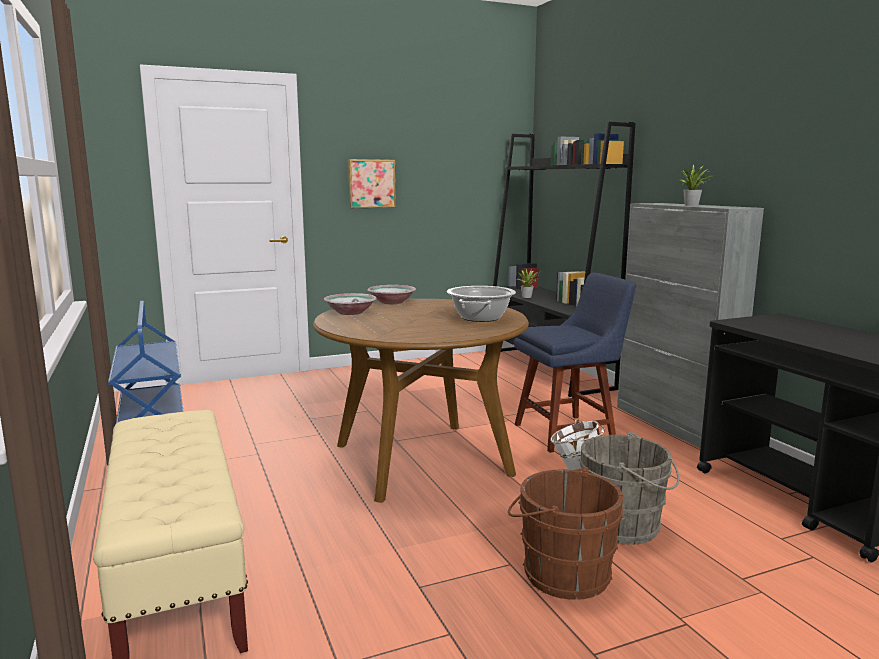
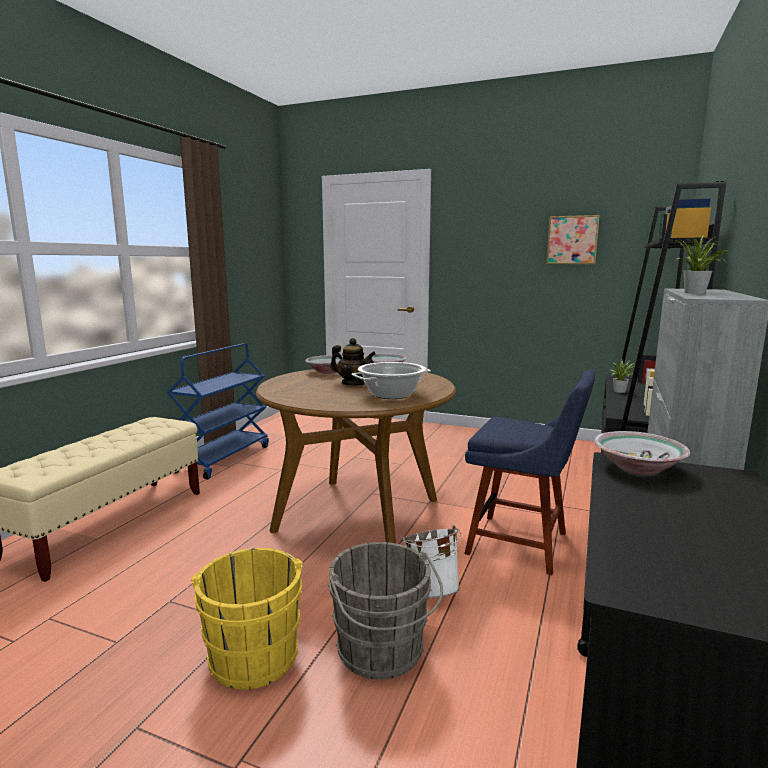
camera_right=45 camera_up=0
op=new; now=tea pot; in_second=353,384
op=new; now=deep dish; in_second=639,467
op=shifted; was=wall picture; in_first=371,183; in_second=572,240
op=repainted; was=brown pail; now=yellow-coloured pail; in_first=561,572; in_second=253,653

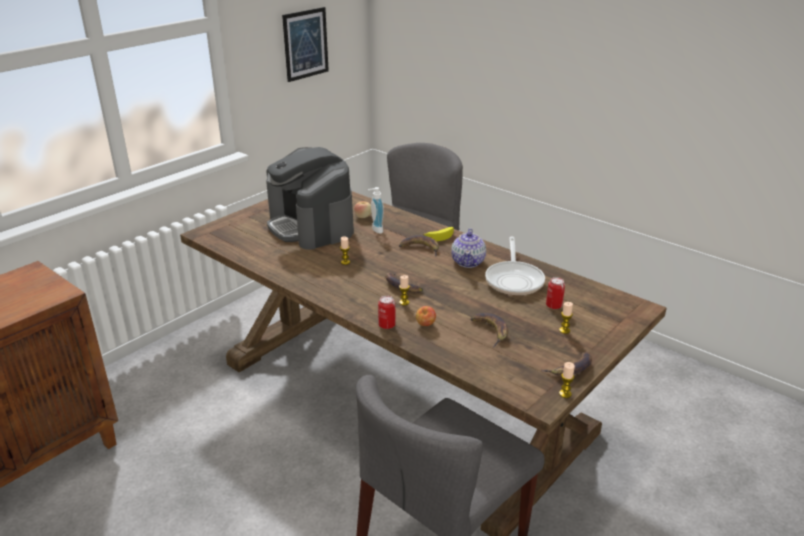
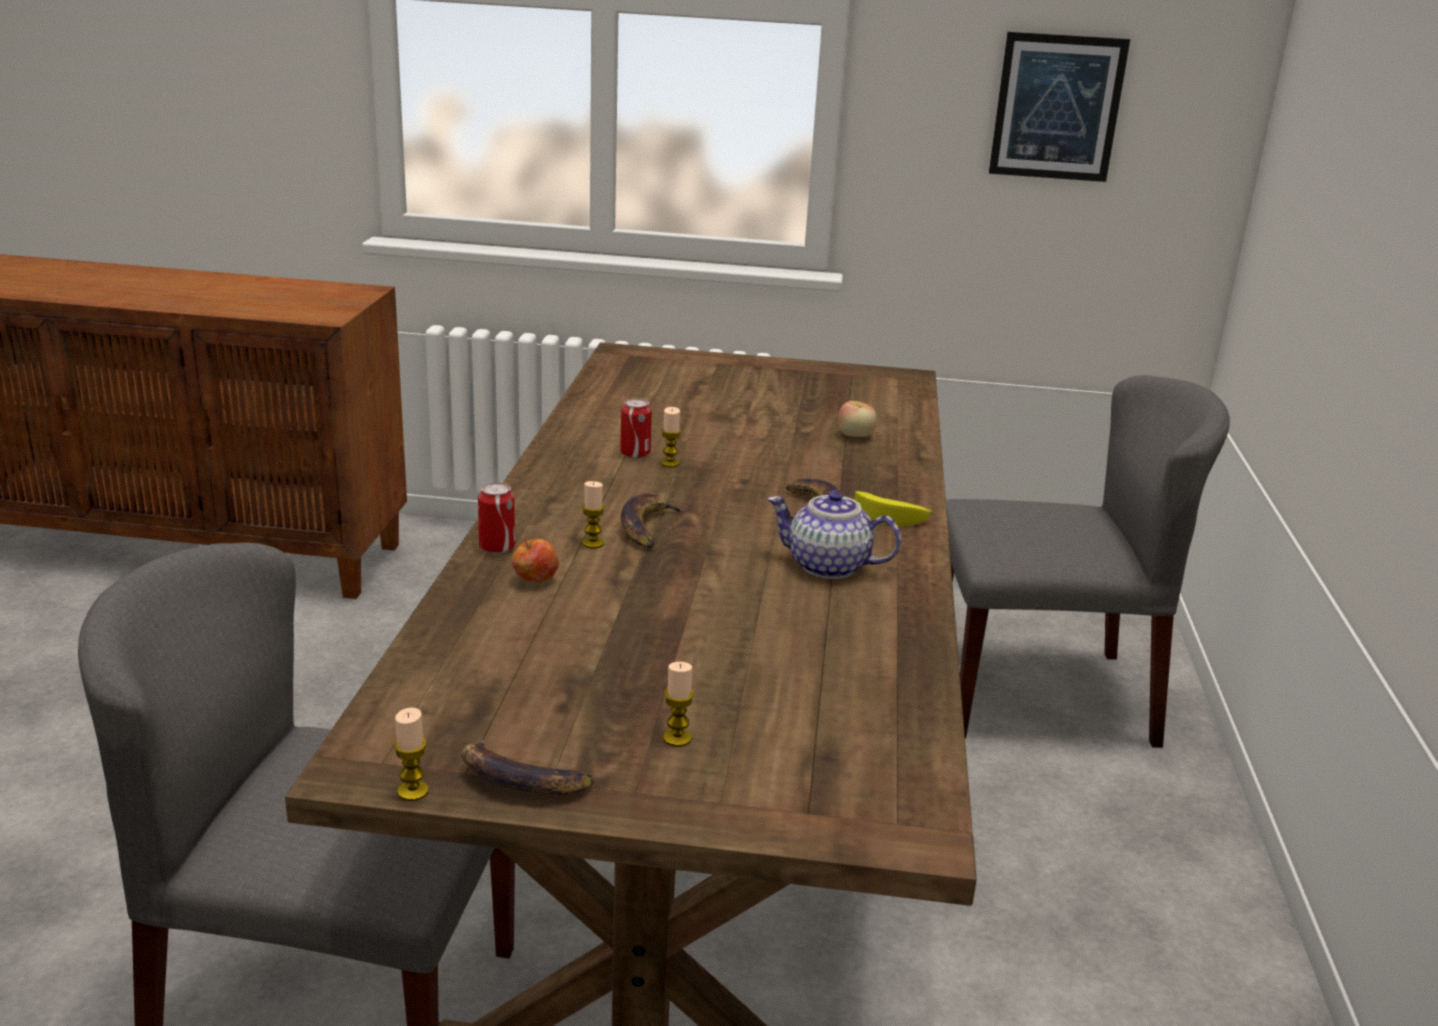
camera_right=55 camera_up=-5
op=gone; was=coffee machine; in_first=311,226
op=gone; was=liquid soap bottle; in_first=375,230
op=gone; was=whole banana; in_first=490,331
op=gone; was=skillet; in_first=514,280
op=shifted; was=metal can; in_first=554,306; in_second=635,454
op=rotated; was=tea pot; in_first=468,262; in_second=829,566; clockwise=45

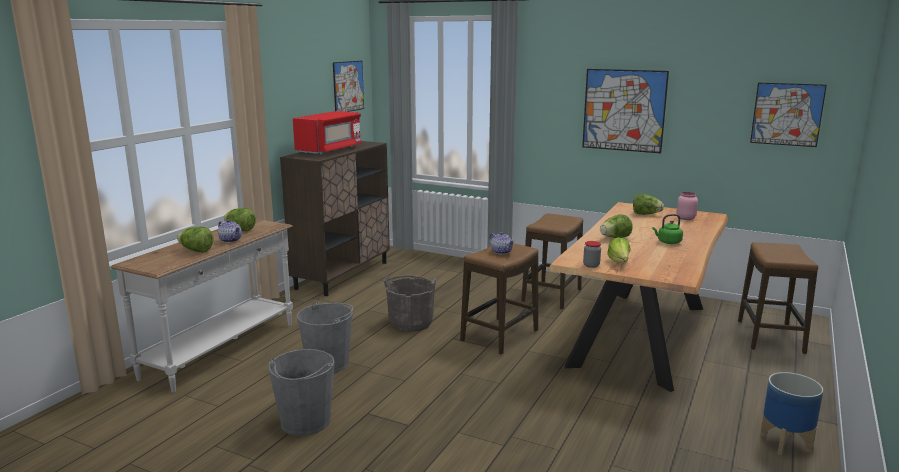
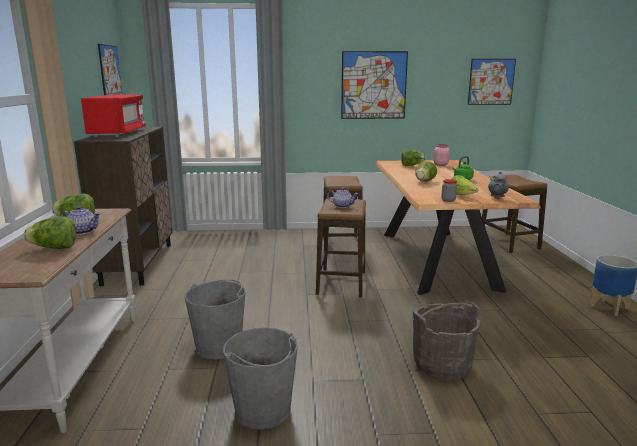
camera_right=-30 camera_up=0
op=new; now=tea pot; in_second=496,198
op=shifted; was=greyish pail; in_first=411,323; in_second=442,364

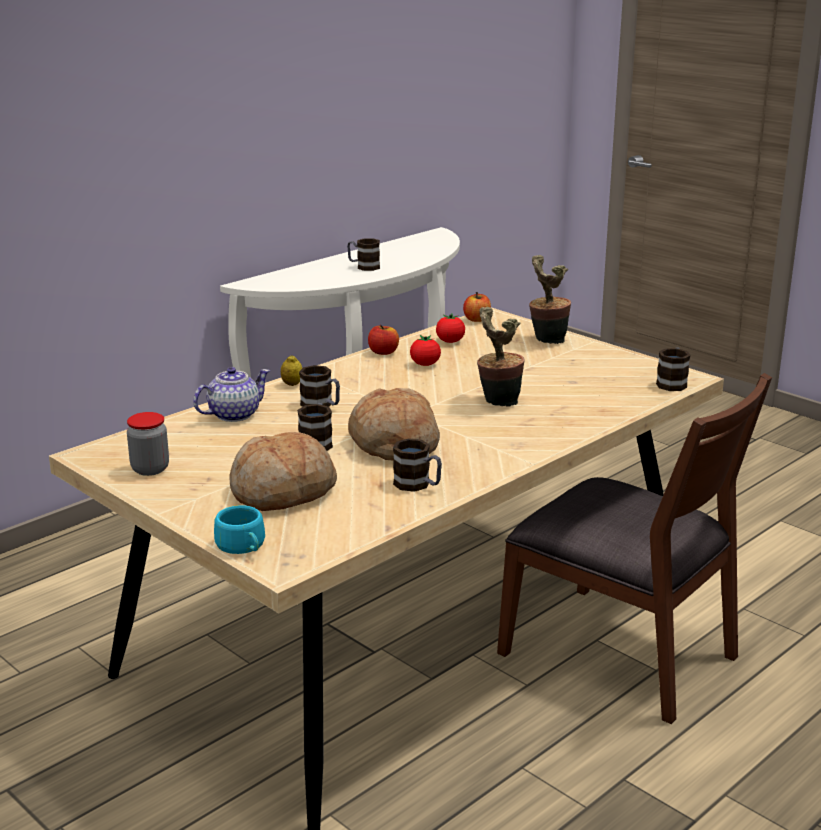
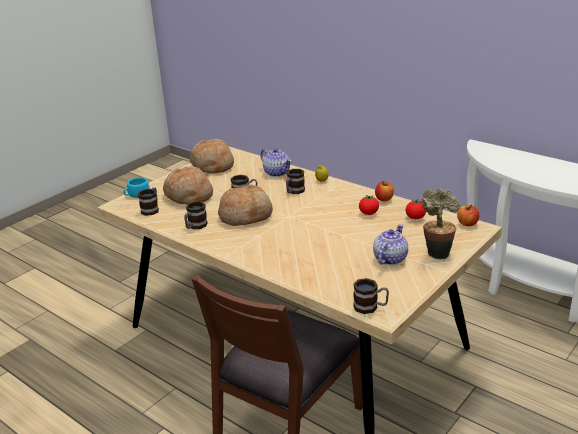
camera_right=85 camera_up=5
op=gone; was=plant in a pot; in_first=497,402
op=new; now=tea pot; in_second=389,259
op=shifted; was=tea mug; in_first=363,266; in_second=151,209
op=swapped; was=storage jar; now=baked bread; in_first=150,469; in_second=212,165

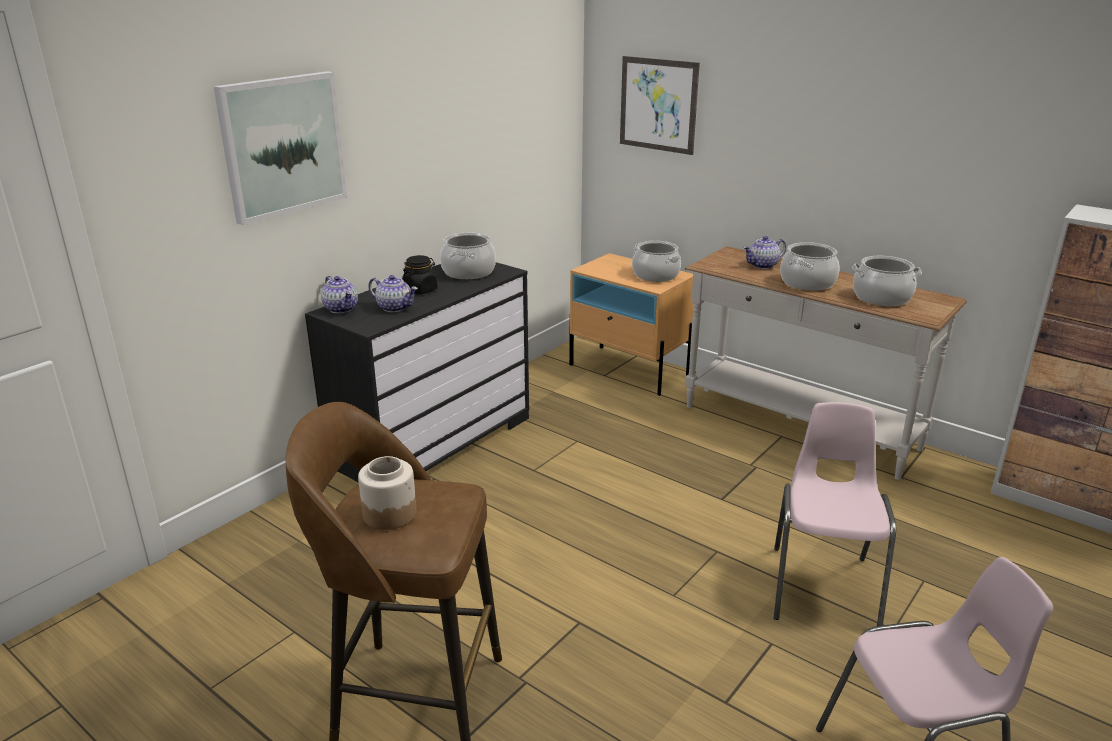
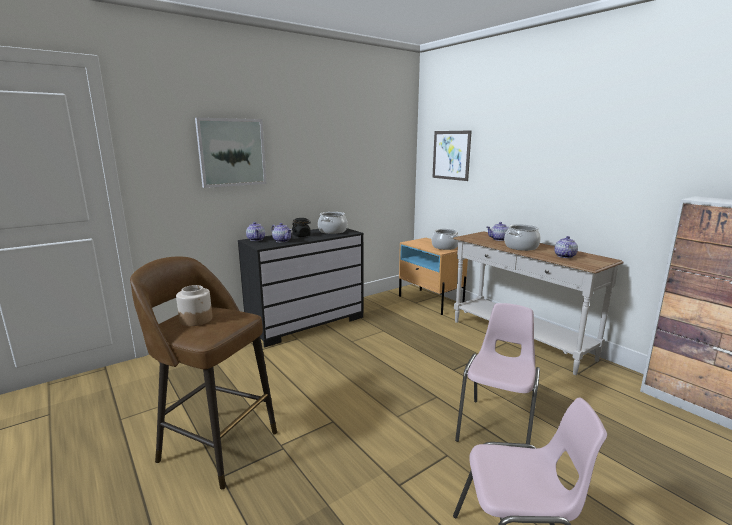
camera_right=15 camera_up=-10
op=swapped; was=cooking pot; now=tea pot; in_first=881,298; in_second=564,256

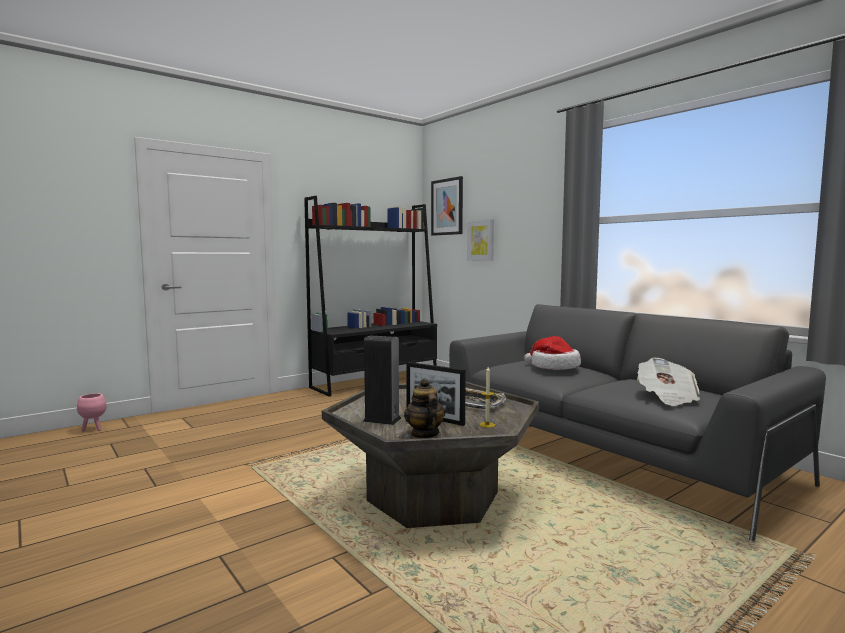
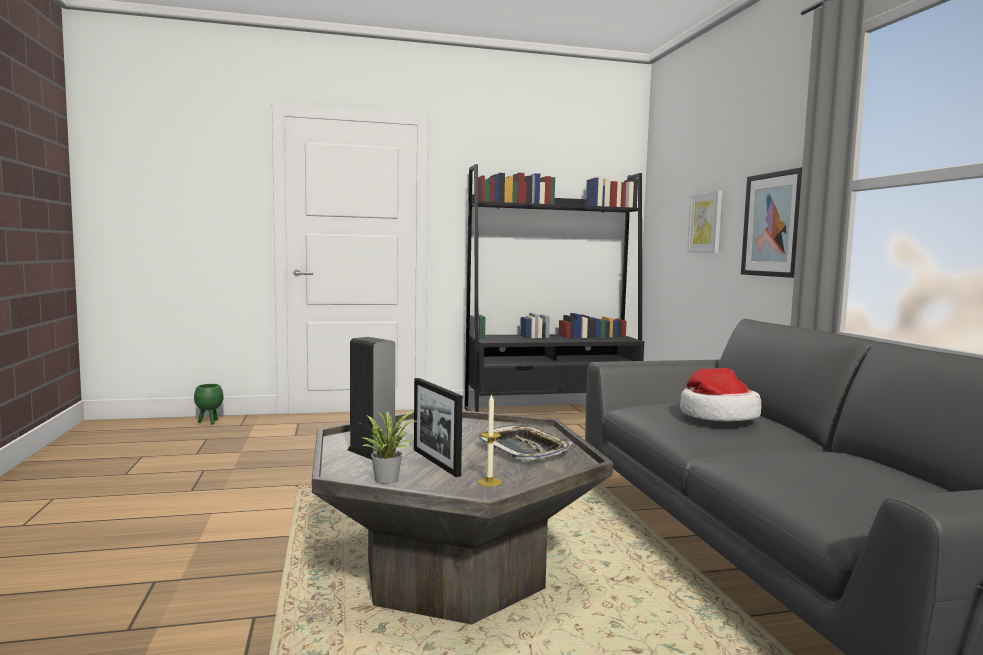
camera_right=25 camera_up=0
op=gone; was=newspaper; in_first=667,397
op=shifted; was=wall picture; in_first=447,207; in_second=773,224
op=swapped; was=tea pot; now=plant in a pot; in_first=424,434; in_second=387,479
op=repainted; was=pinkish planter; now=green planter; in_first=93,429; in_second=209,422

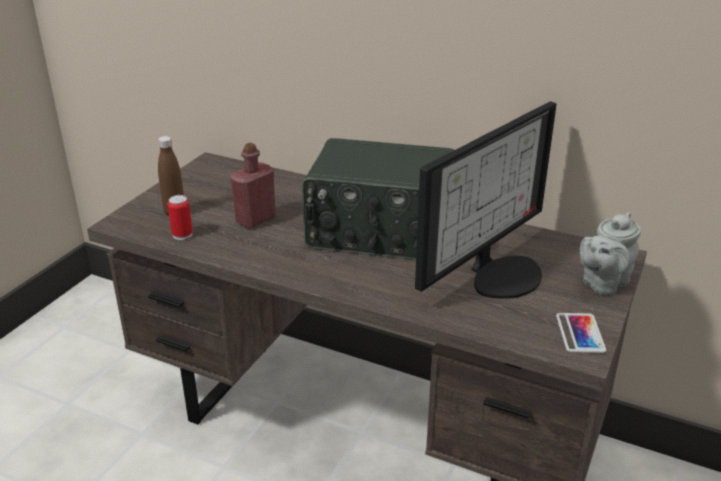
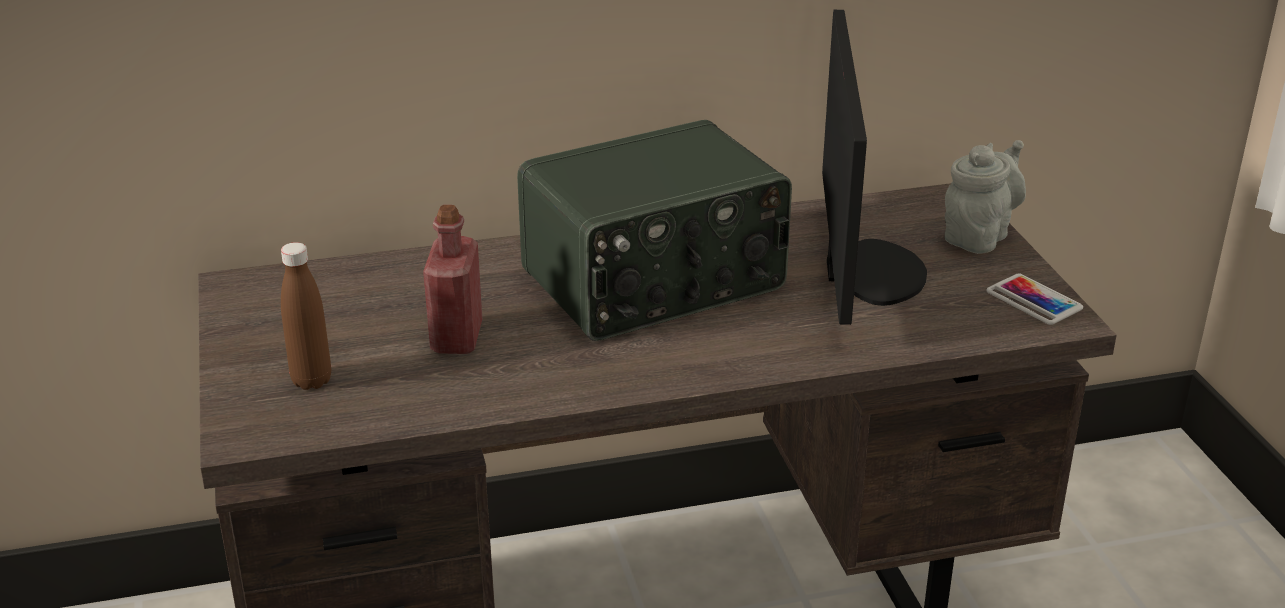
camera_right=-40 camera_up=0
op=gone; was=metal can; in_first=182,234
op=rotated; was=greyish tea pot; in_first=602,283; in_second=979,236; clockwise=-150

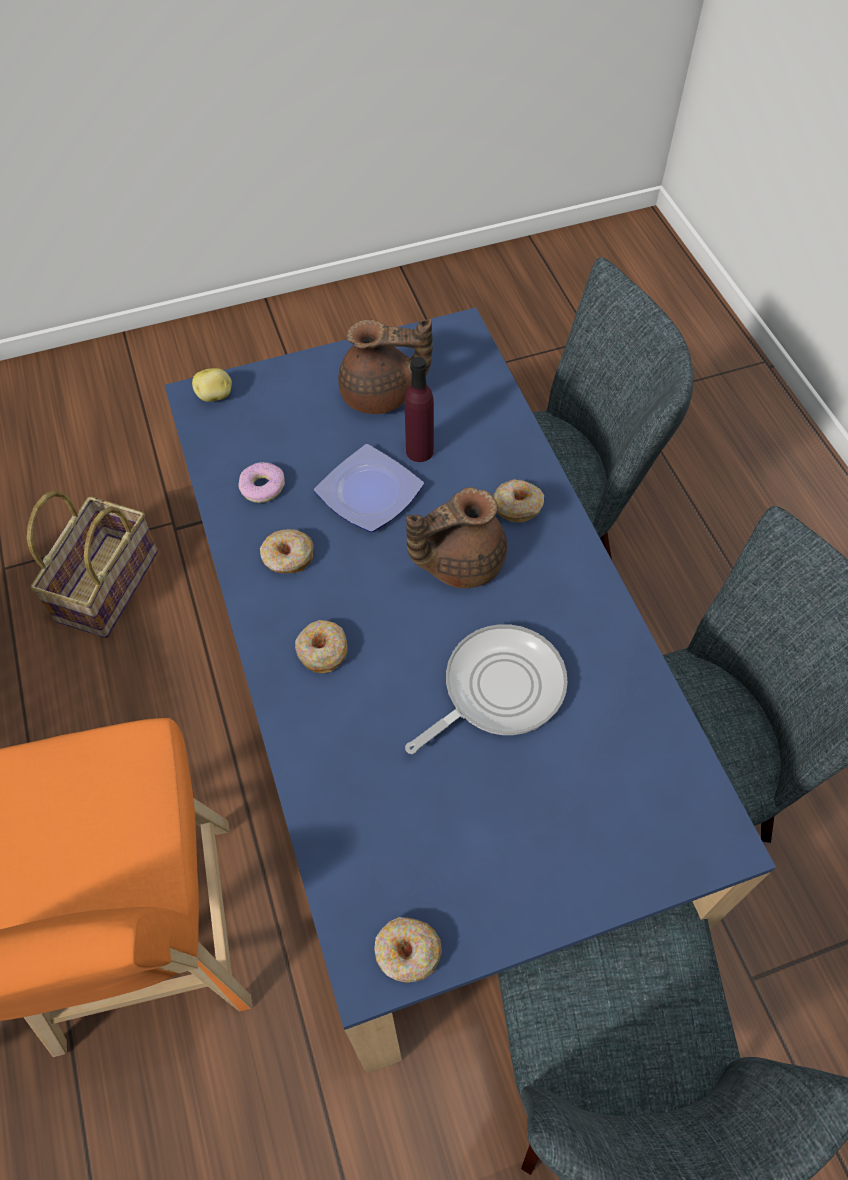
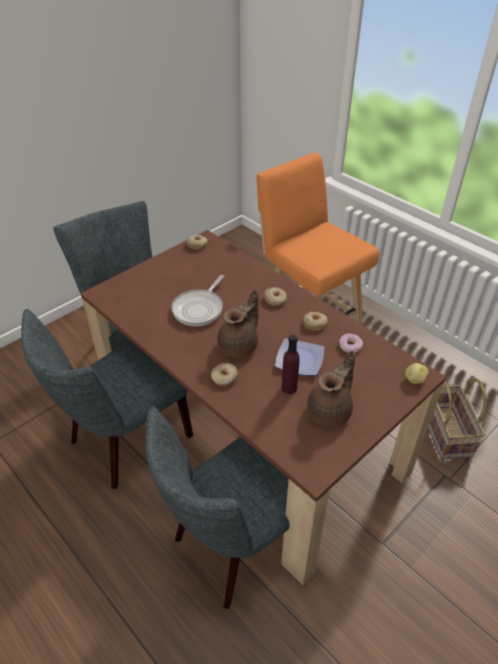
camera_right=155 camera_up=-15
op=repainted; was=blue-coloured dinner table; now=brown dinner table; in_first=423,728; in_second=249,428
op=rotated; was=brown tea pot; in_first=381,395; in_second=330,411; clockwise=150

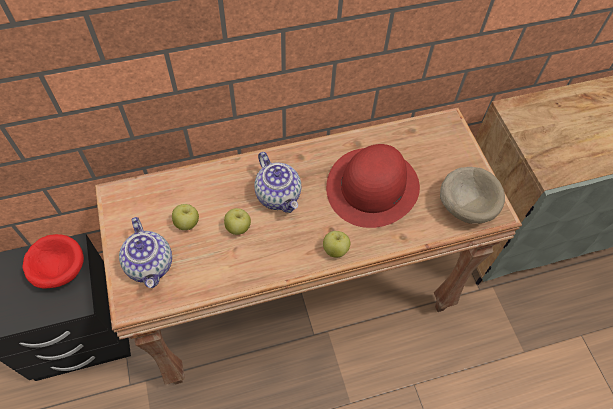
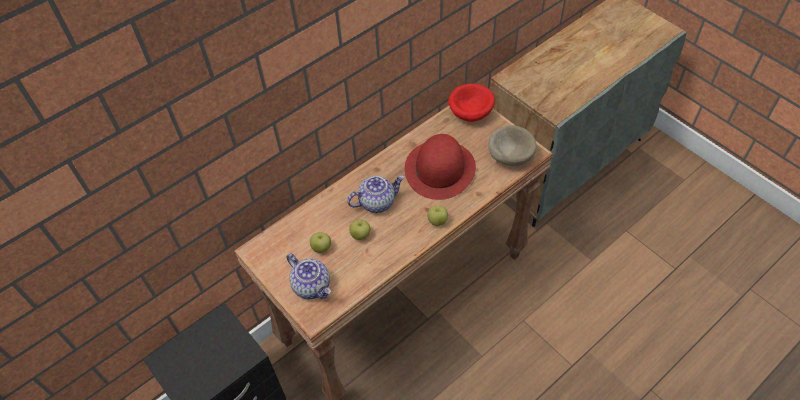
camera_right=-20 camera_up=-5
op=shifted; was=red deep dish; in_first=59,269; in_second=469,113
op=rotated; was=tea pot; in_first=279,196; in_second=377,202; clockwise=-60

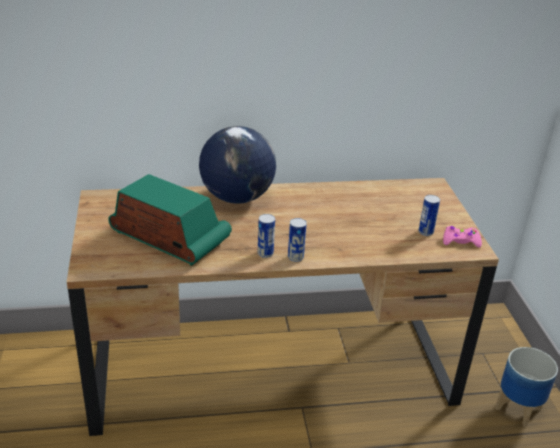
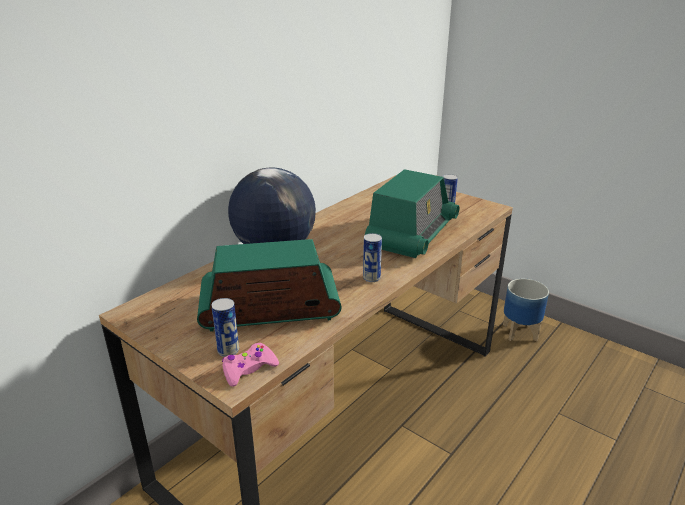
camera_right=-40 camera_up=-5
op=new; now=radio receiver; in_second=412,234
op=shifted; was=metal can; in_first=295,257; in_second=228,350
op=shifted; was=pinkish gamepad; in_first=460,241; in_second=248,369

